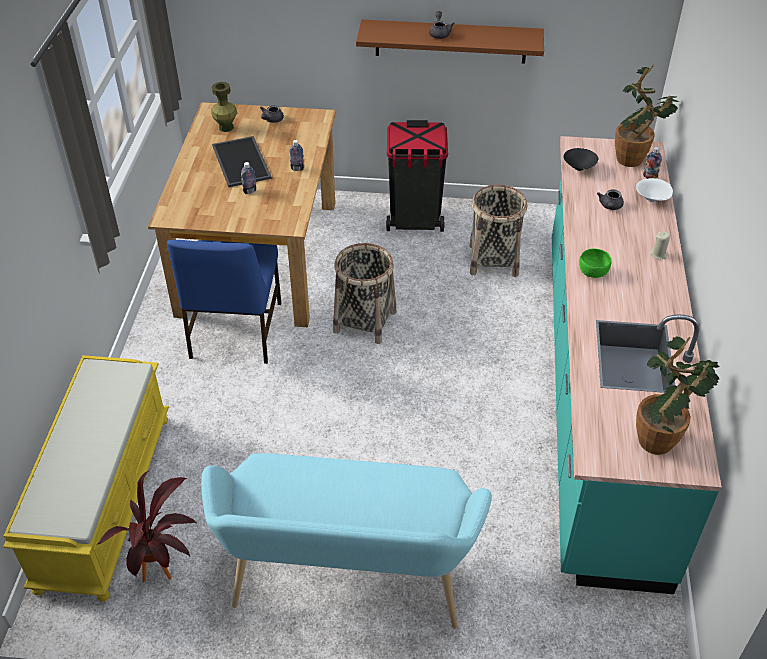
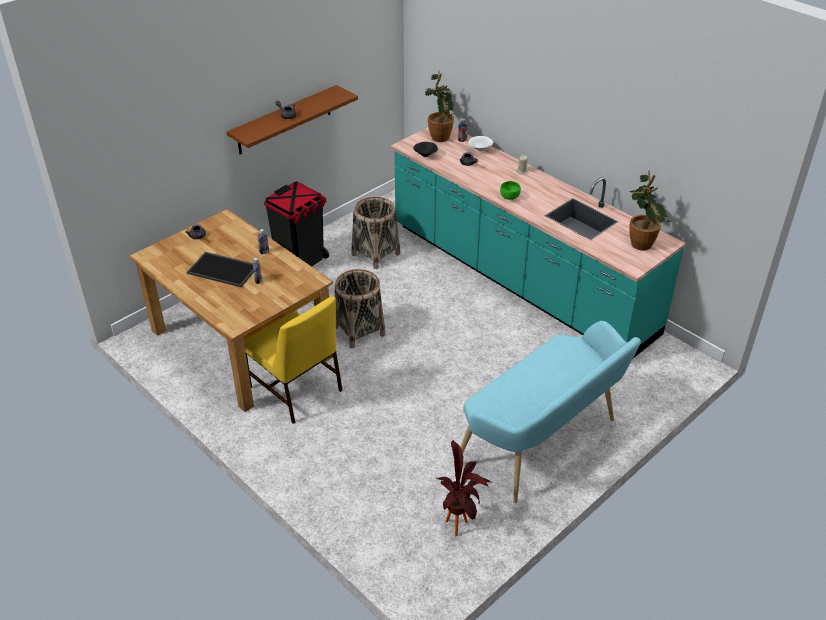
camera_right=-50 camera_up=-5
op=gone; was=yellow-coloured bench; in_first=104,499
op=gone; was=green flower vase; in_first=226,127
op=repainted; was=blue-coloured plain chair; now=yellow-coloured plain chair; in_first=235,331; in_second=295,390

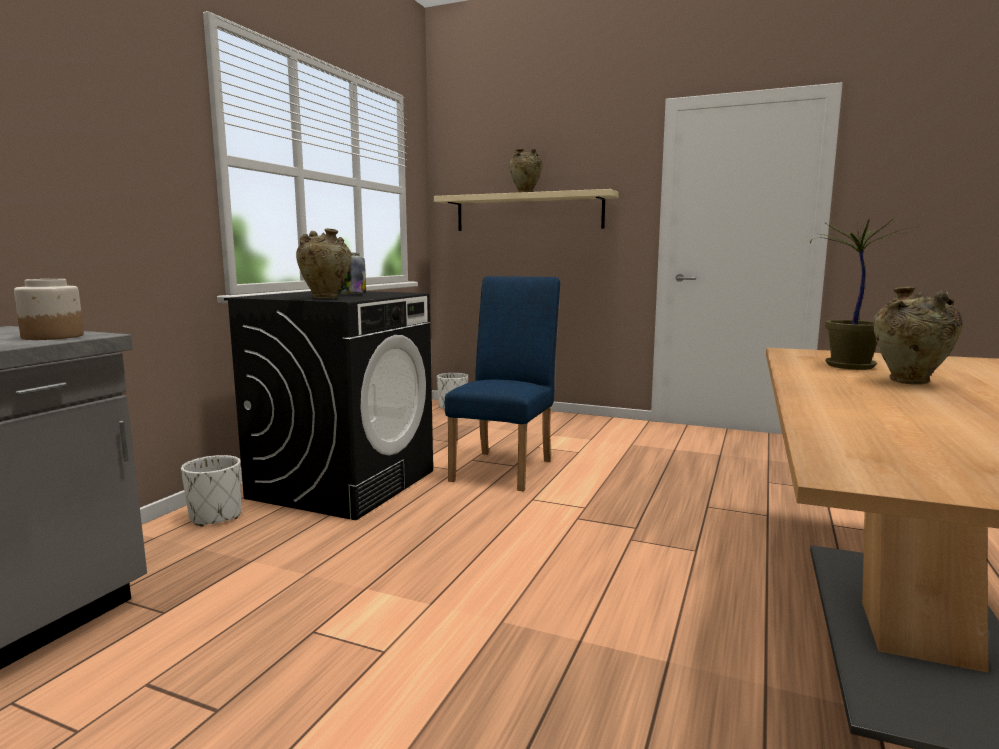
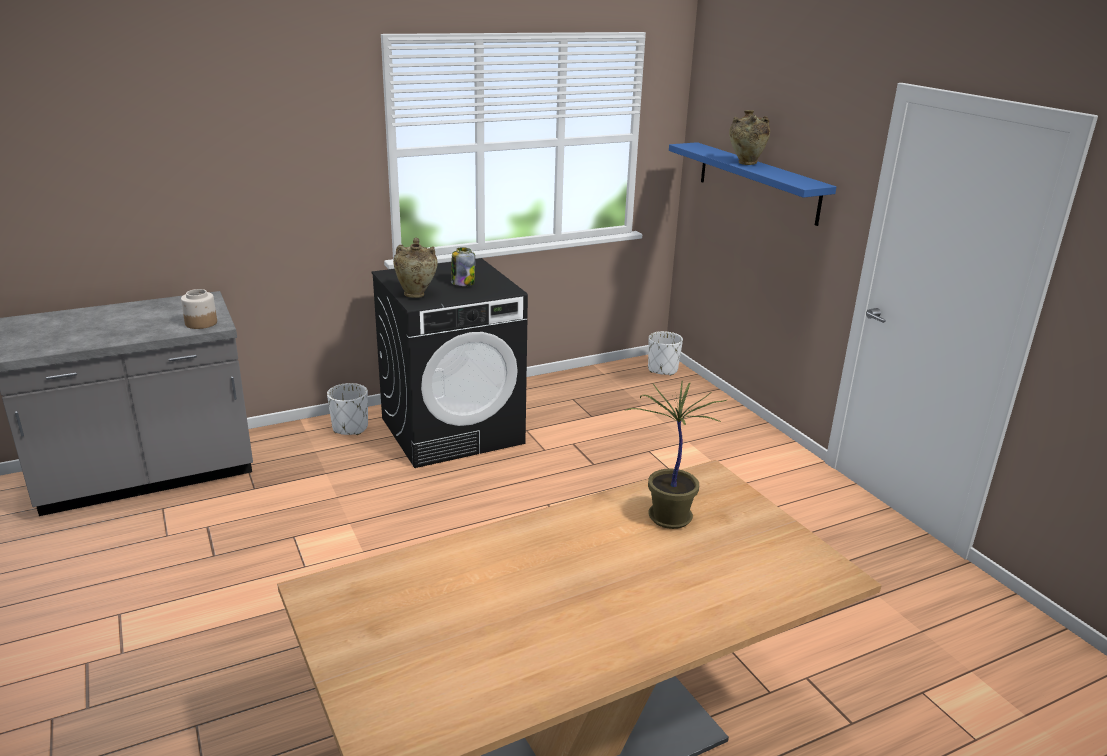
camera_right=40 camera_up=15
op=gone; was=blue-coloured plain chair; in_first=506,467
op=gone; was=beige flower vase; in_first=909,382
op=repainted; was=beige bracket shelf; now=blue-coloured bracket shelf; in_first=528,212; in_second=757,182

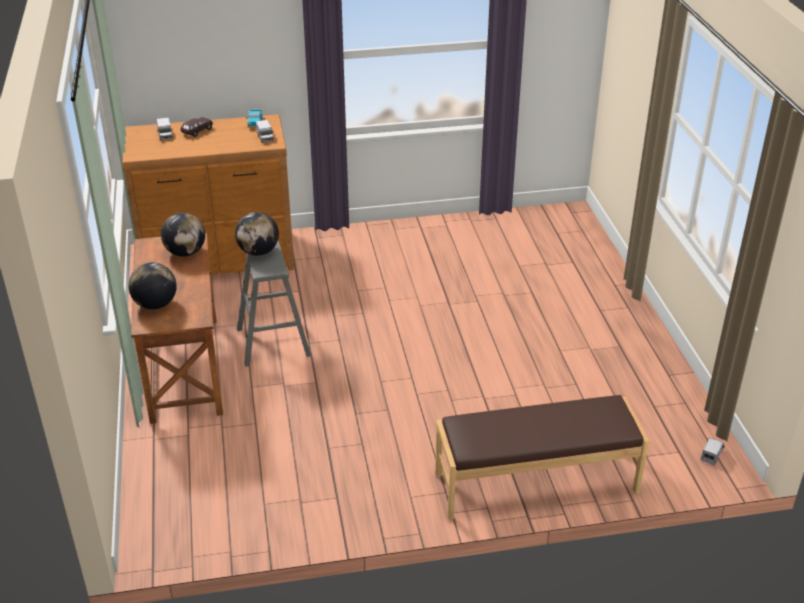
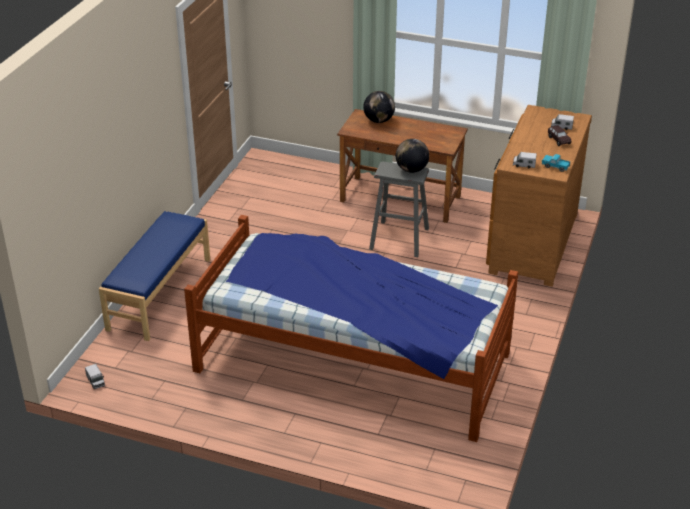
camera_right=120 camera_up=0
op=gone; was=world globe; in_first=185,252
op=new; now=bedroom bed; in_second=352,361
op=repainted; was=brown bench; now=blue-coloured bench; in_first=536,483; in_second=159,293

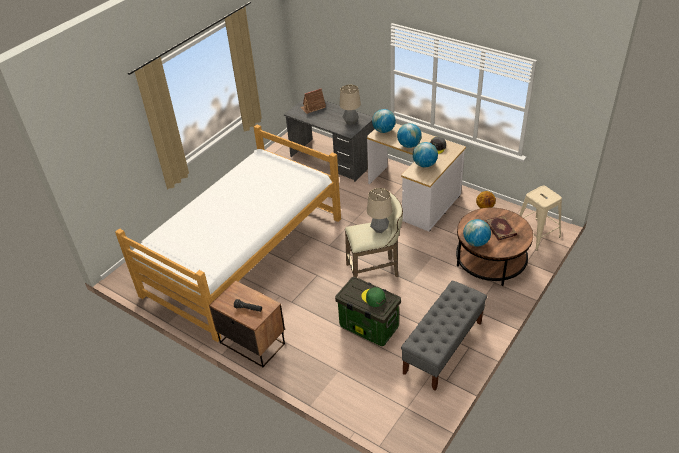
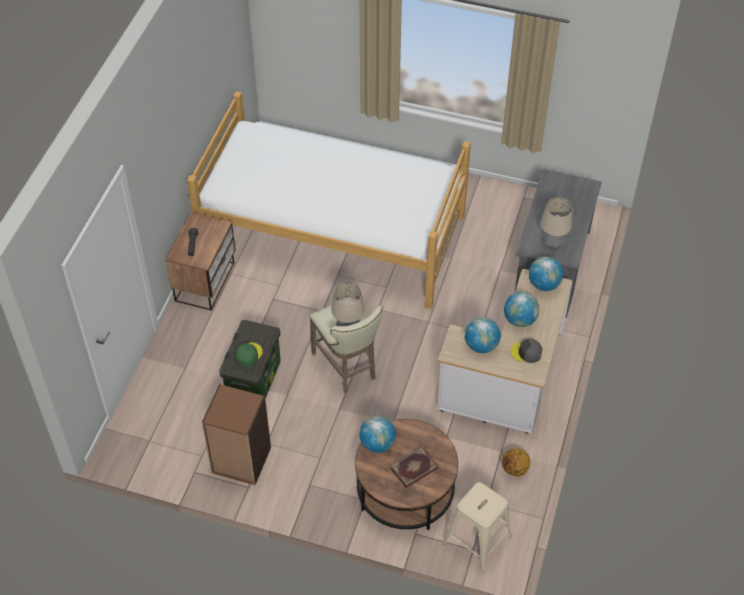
camera_right=70 camera_up=10
op=gone; was=miniature house; in_first=313,107
op=swapped; was=greyish bench; now=brown bookshelf; in_first=443,348; in_second=241,460

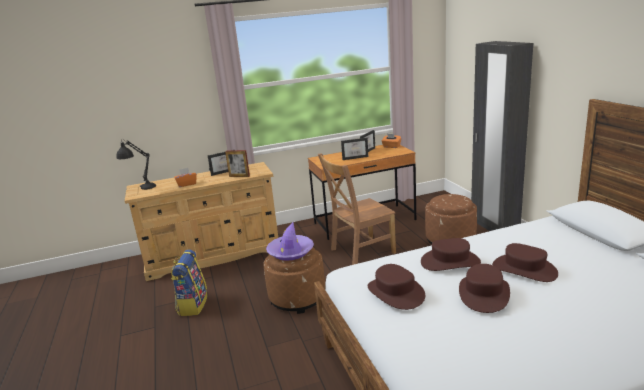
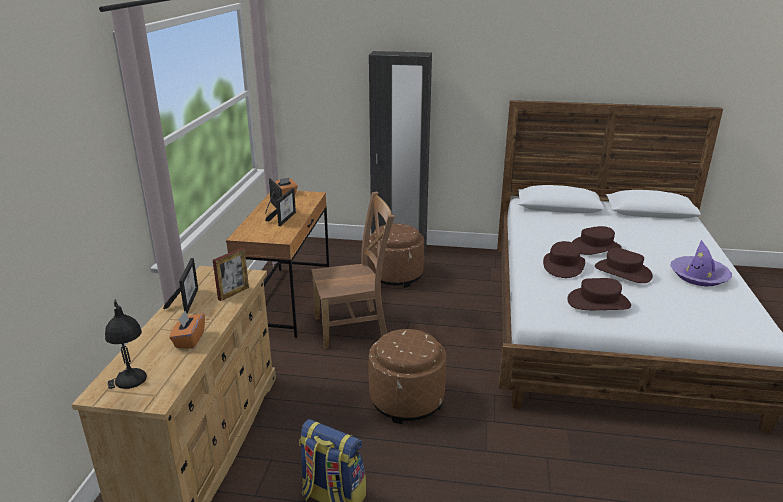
camera_right=-65 camera_up=5
op=shifted; was=purplish clothing hat; in_first=290,252; in_second=699,276
op=rotated; was=brown plain chair; in_first=360,252; in_second=354,327; clockwise=-105

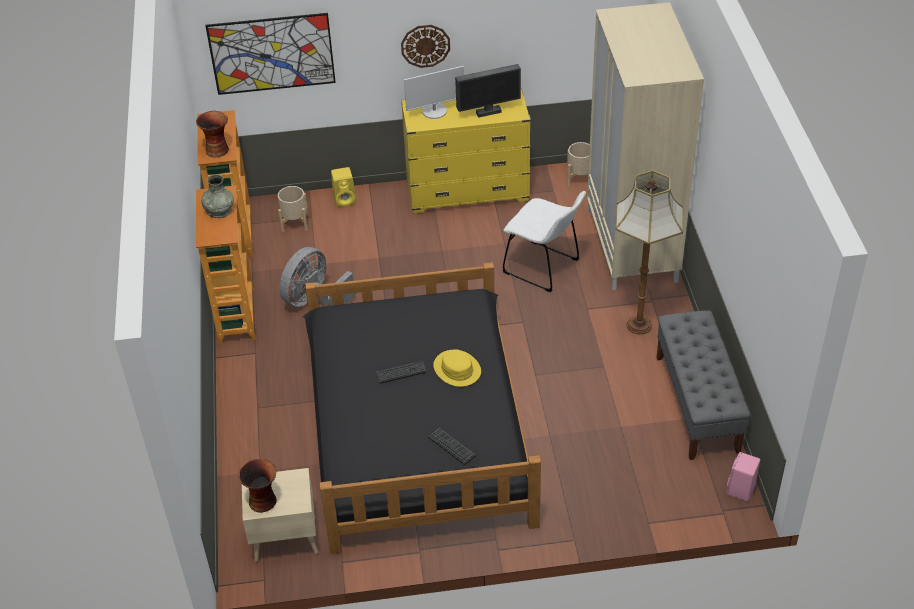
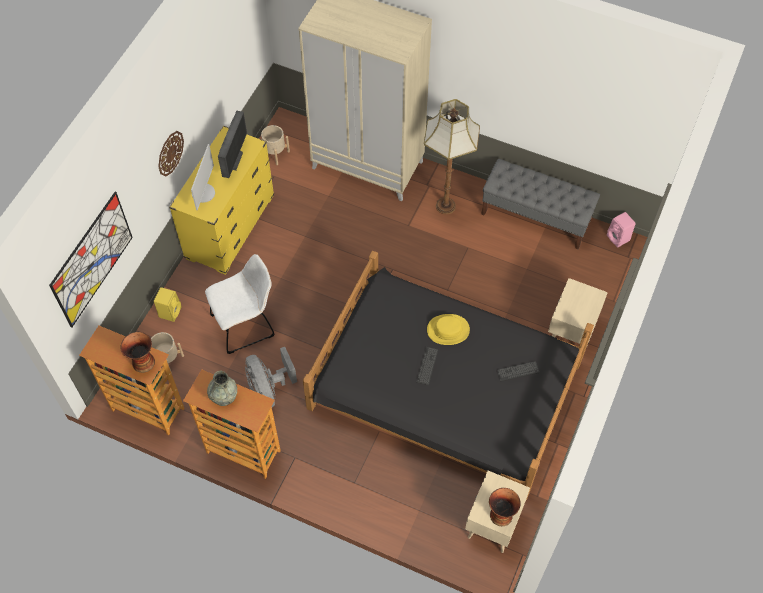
camera_right=-60 camera_up=15
op=new; now=beige nightstand; in_second=570,331
op=shifted; was=white-coloured plain chair; in_first=544,268; in_second=246,324

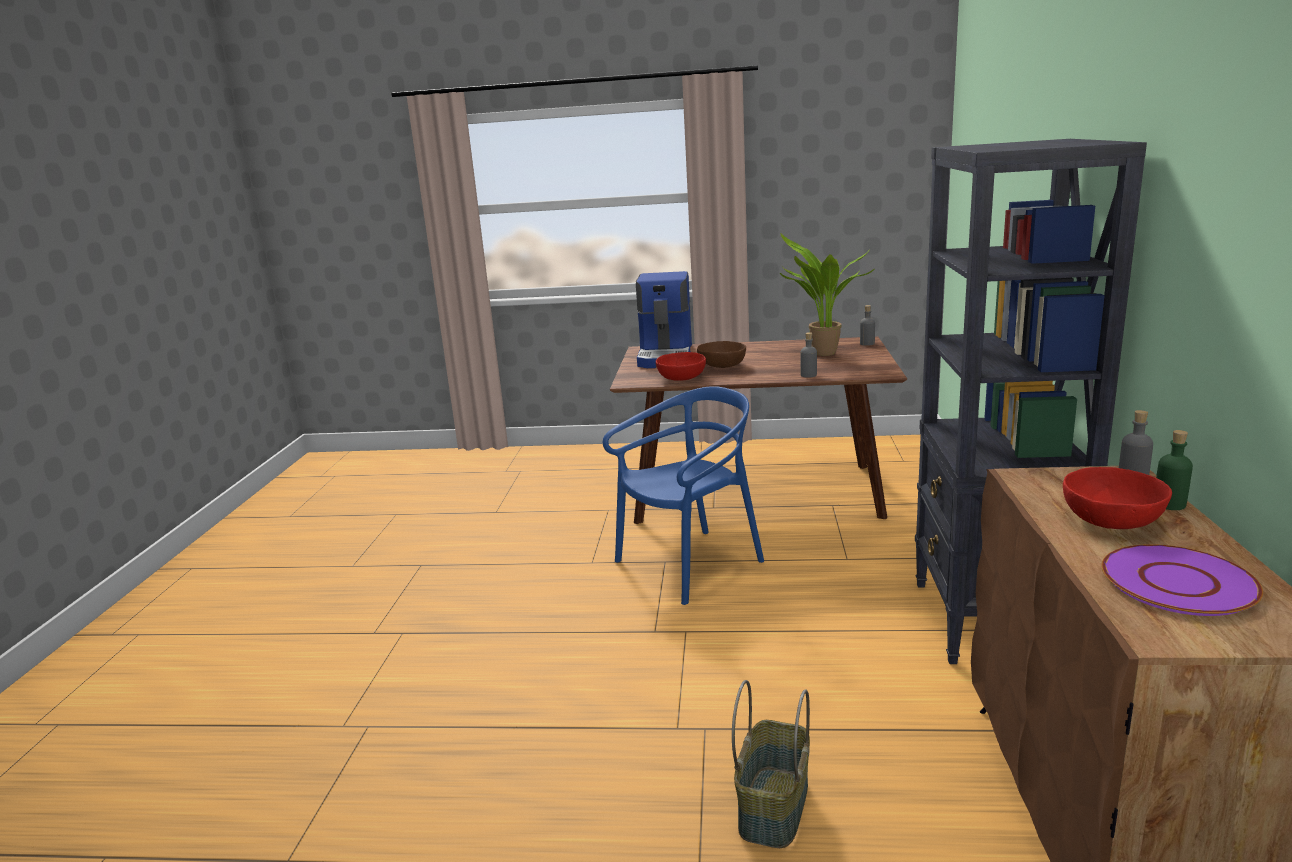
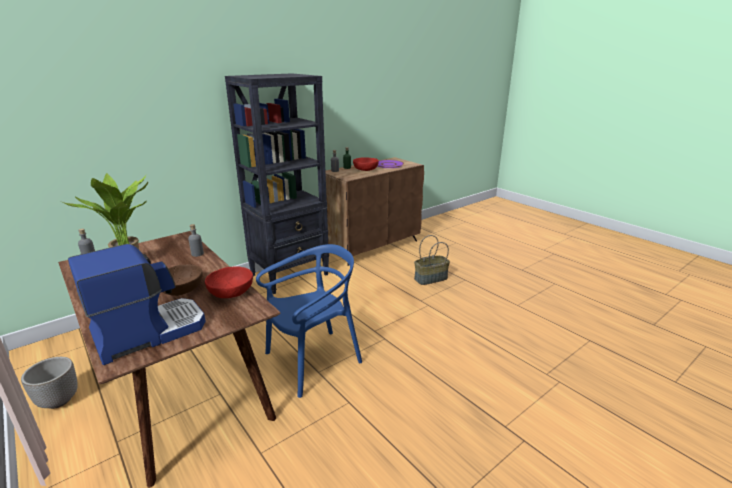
camera_right=-135 camera_up=5
op=new; now=planter; in_second=58,400
op=rotated; was=blue-coloured plain chair; in_first=690,564; in_second=313,360; clockwise=135

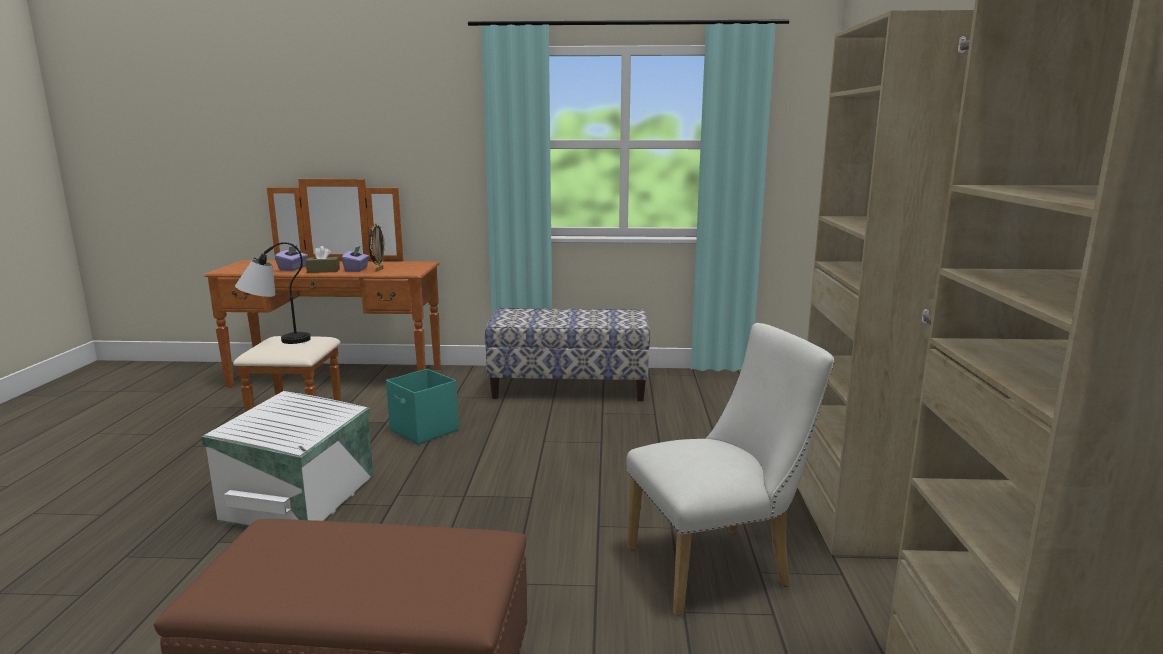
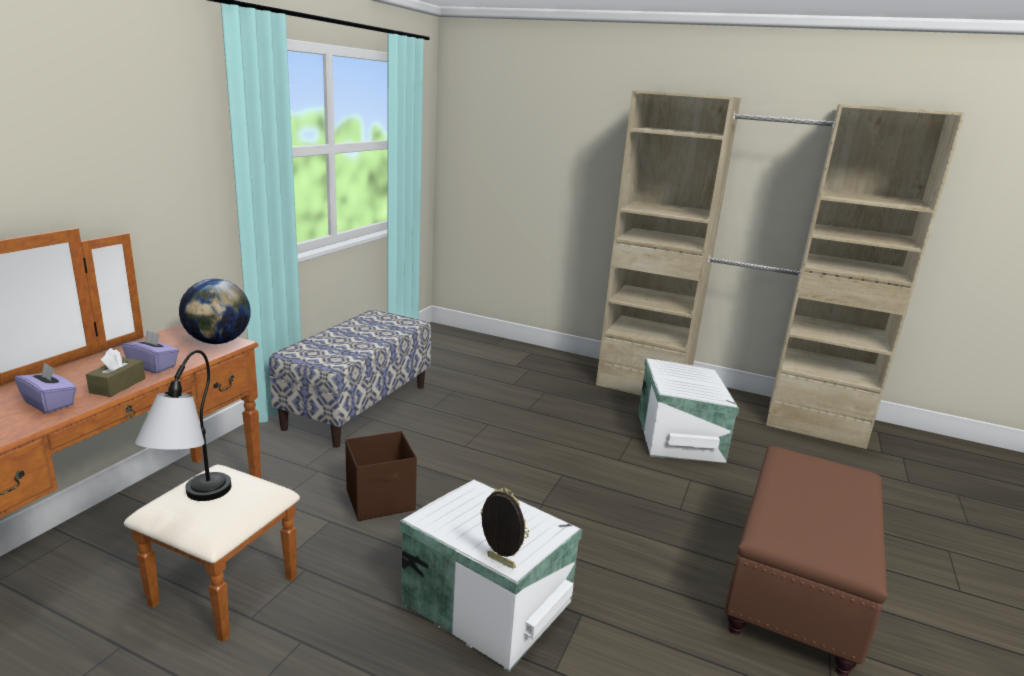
camera_right=-70 camera_up=5
op=new; now=world globe; in_second=218,341
op=shifted; was=standing frame; in_first=378,270; in_second=500,562
op=swapped; was=white-coloured plain chair; now=white-coloured storage box; in_first=718,566; in_second=680,437
op=repainted; was=turquoise storage box; now=brown storage box; in_first=424,430; in_second=381,500

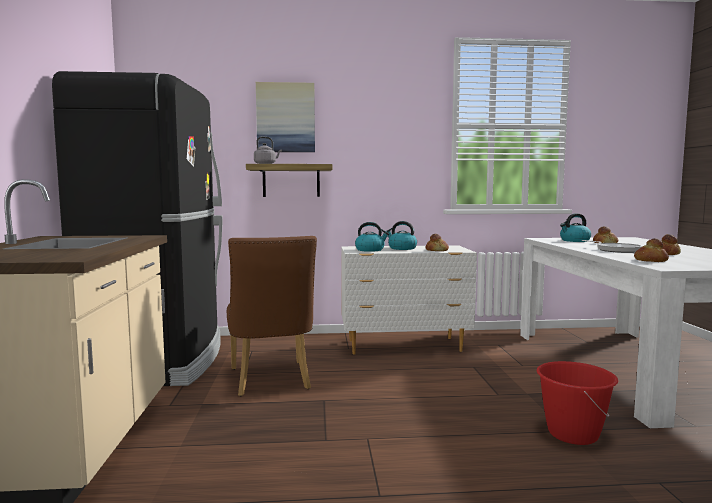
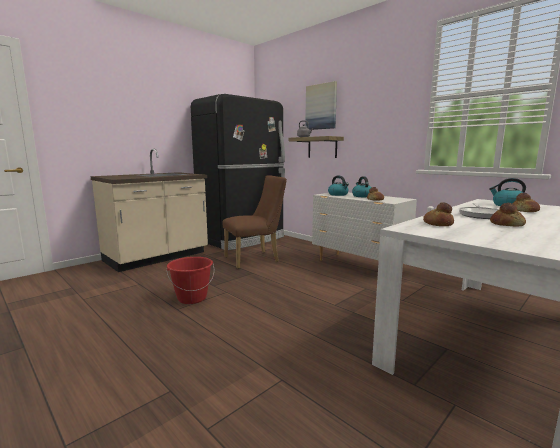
camera_right=50 camera_up=5
op=shifted; was=red pail; in_first=572,434; in_second=192,298
op=rotated; was=brown plain chair; in_first=271,381; in_second=255,259; clockwise=-150

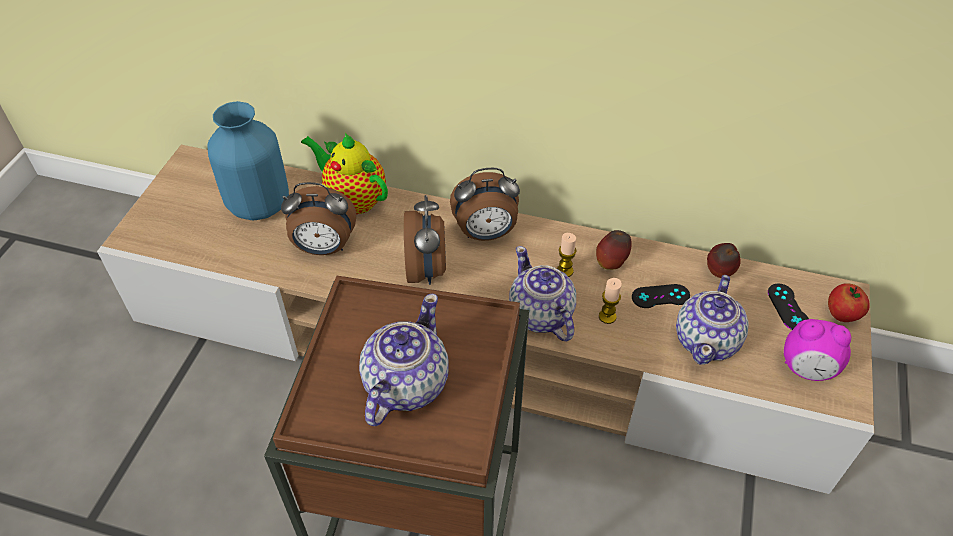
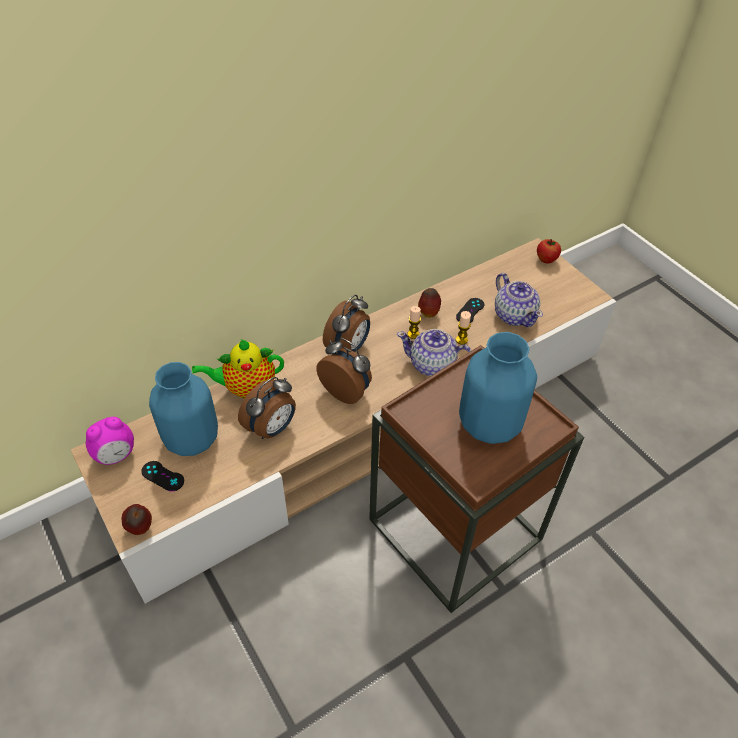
camera_right=-50 camera_up=0
op=shifted; was=whole apple; in_first=718,274; in_second=140,529
op=shifted; was=black gamepad; in_first=787,307; in_second=162,476
op=shifted; was=bedside clock; in_first=807,369; in_second=116,455
op=swapped; was=tea pot; now=blue-coloured flower vase; in_first=404,384; in_second=489,425

